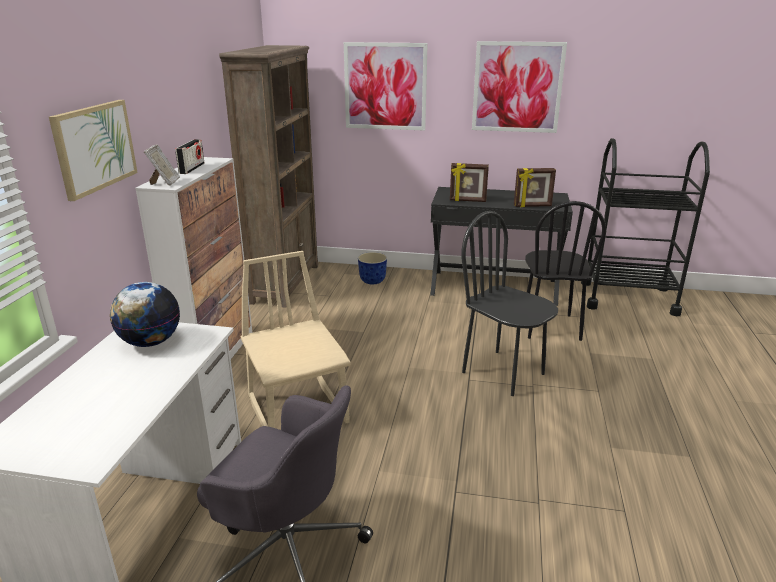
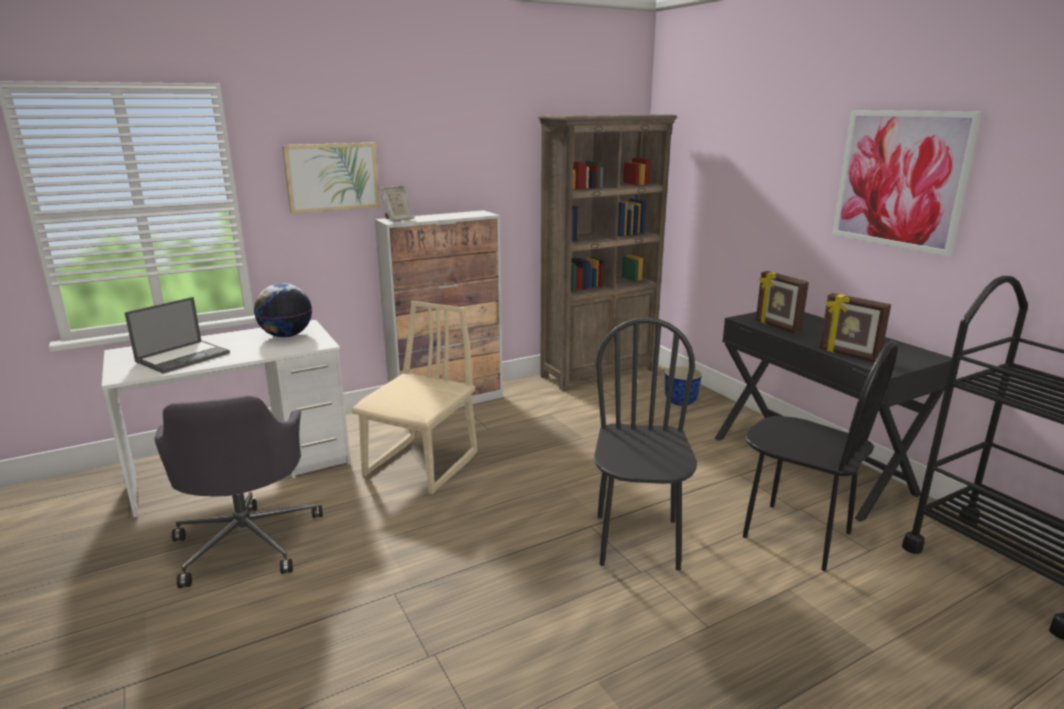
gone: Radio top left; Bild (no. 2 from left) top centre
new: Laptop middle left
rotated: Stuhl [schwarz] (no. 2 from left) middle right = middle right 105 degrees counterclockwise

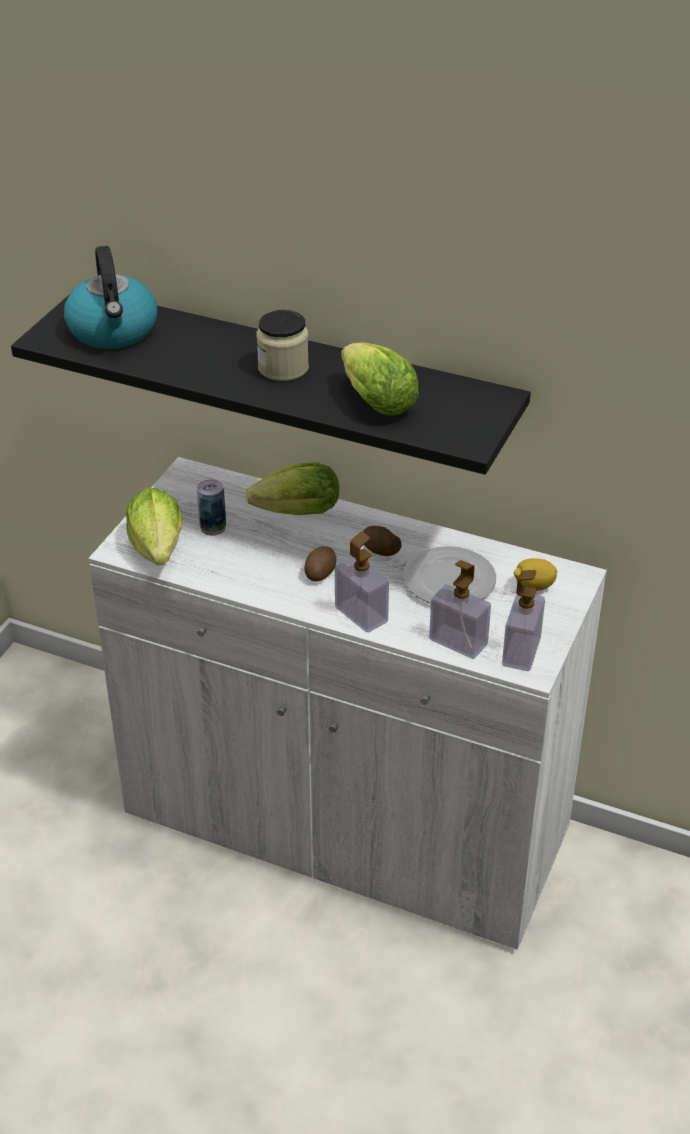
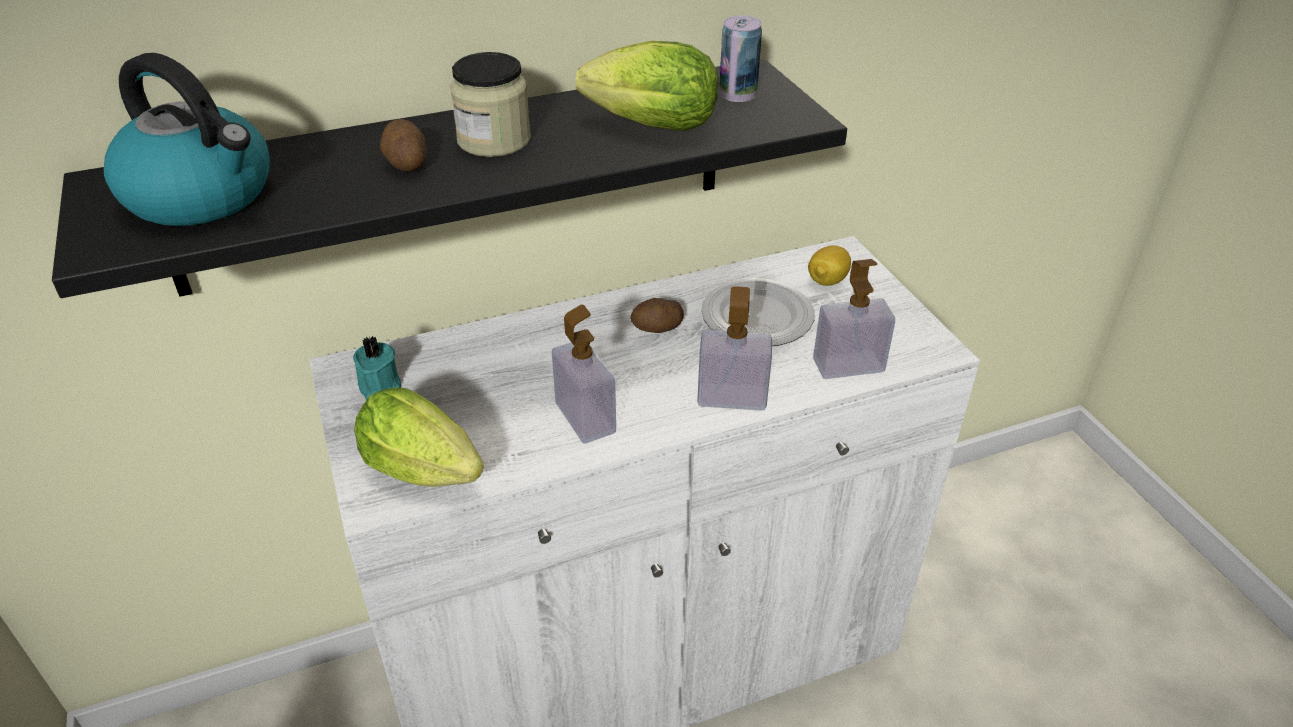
gone: Salatkopf (no. 2 from left) centre
new: Kerze [türkis] middle left
shifted: Kartoffel (no. 1 from left) centre to top left; Seifenspender (no. 3 from left in the first image) middle right to Seifenspender (no. 1 from left) centre; Dose middle left to top centre

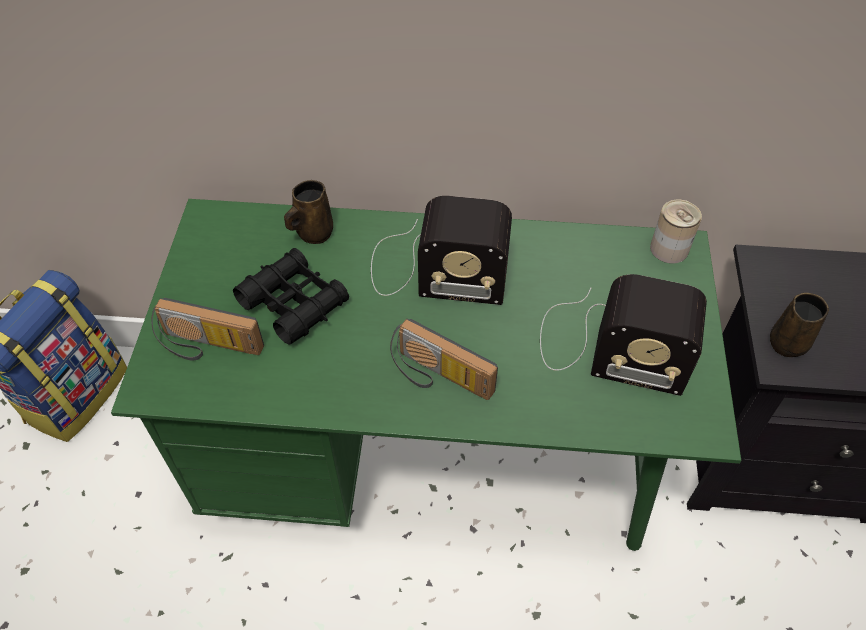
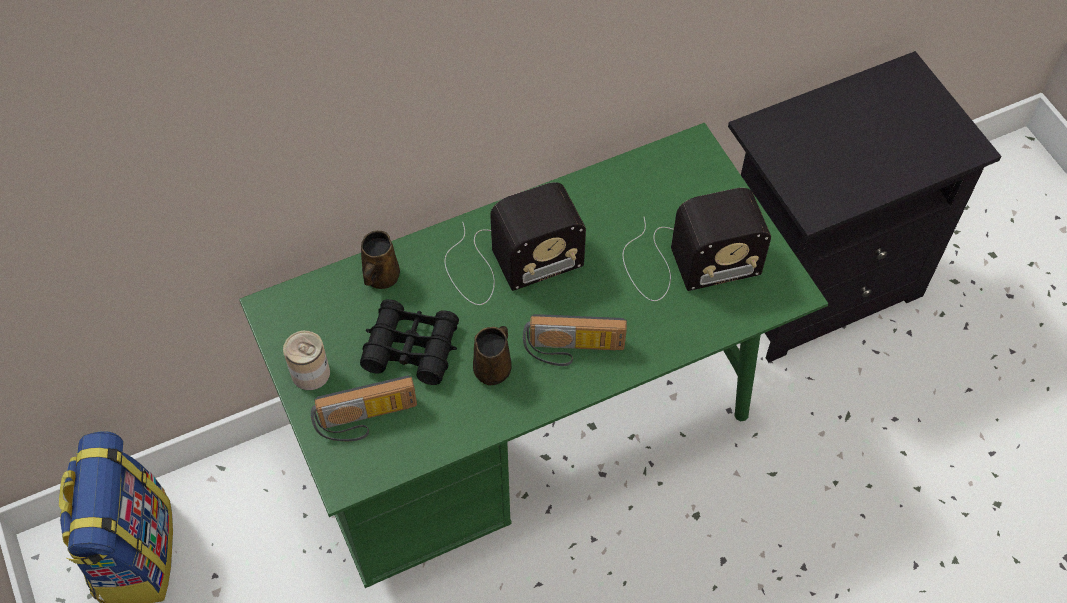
shifted: Dose middle right to middle left; Henkelbecher [braun] (no. 2 from left) middle right to centre

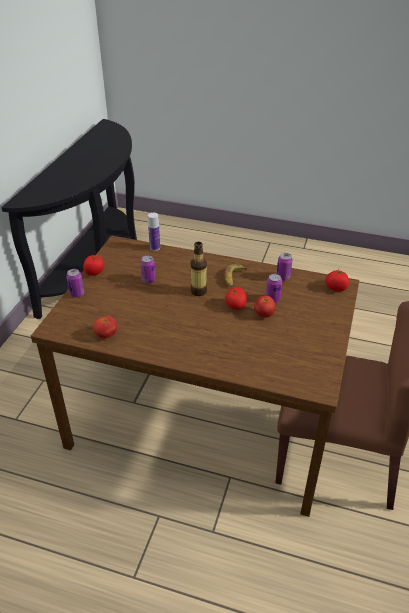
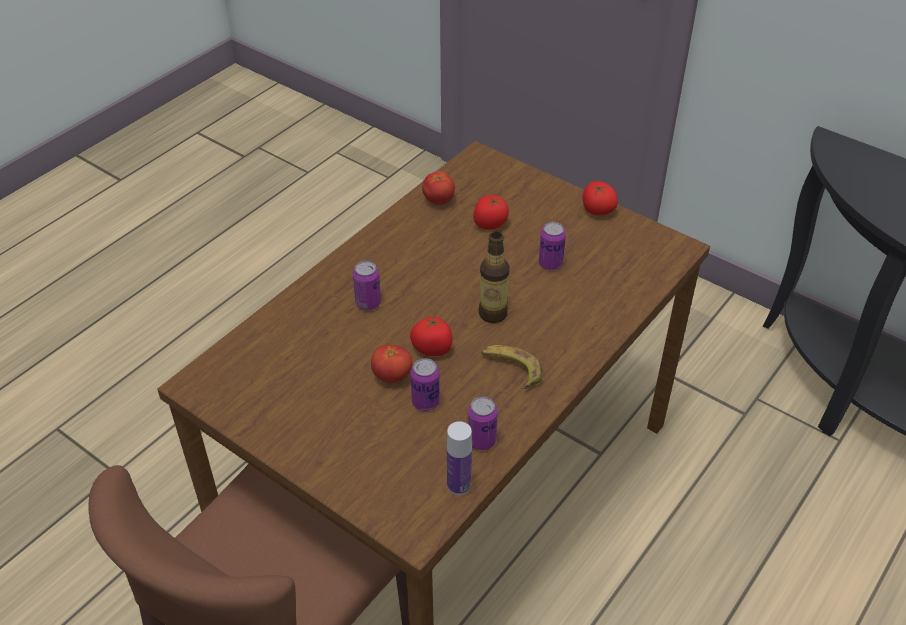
shifted: Dose (no. 1 from left) middle left to centre; Flasche (no. 1 from left) centre to bottom centre; Tomate (no. 5 from left in the first image) middle right to Tomate (no. 4 from left) centre

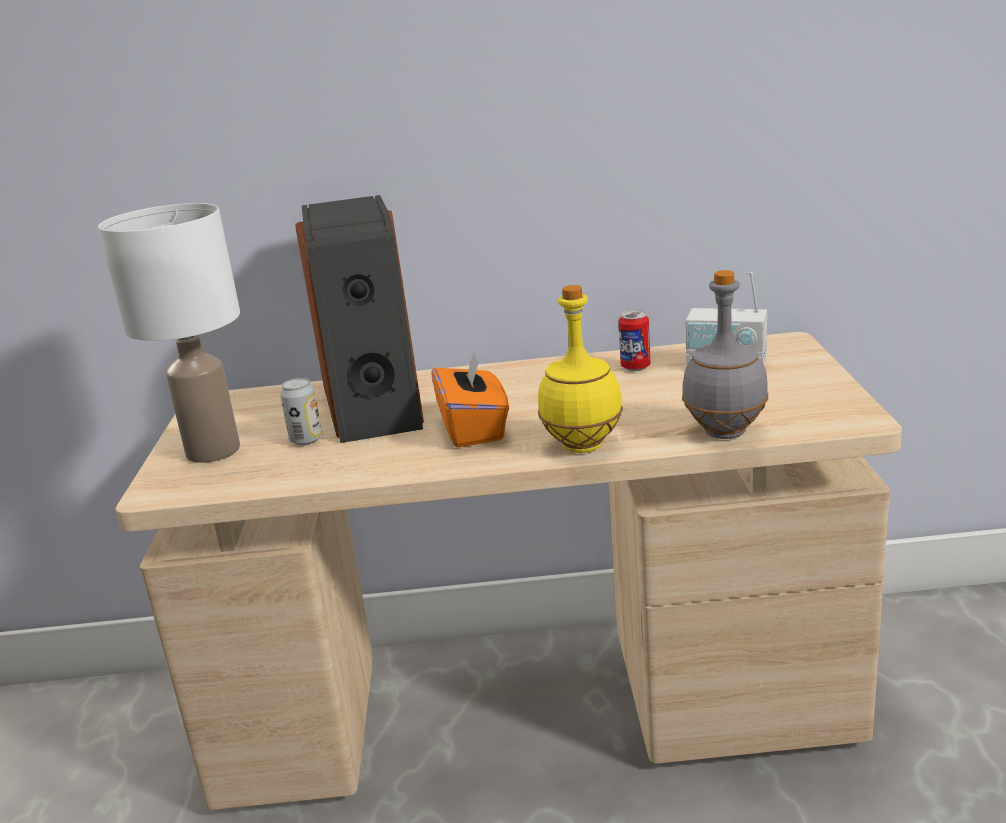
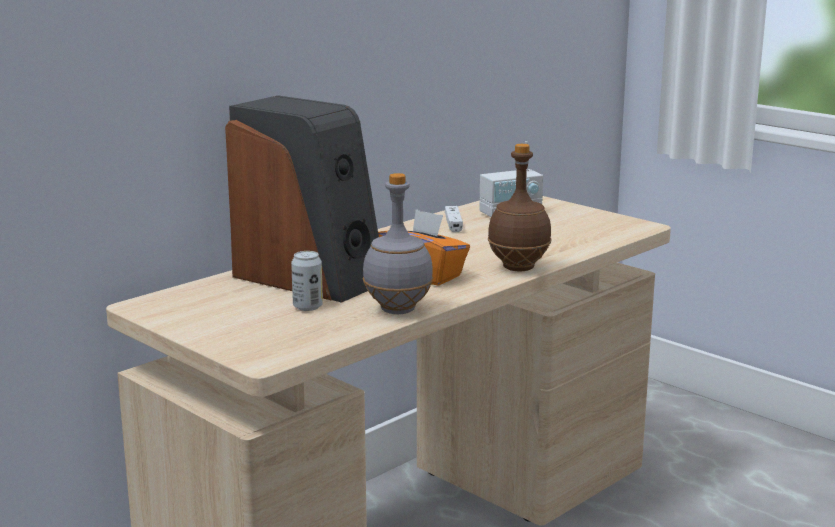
gone: Tischlampe [weiß] middle left
shifted: Flasche [grau] middle right to centre
swapped: Dose (no. 2 from left) centre to Gamepad [weiß] centre
repainted: Flasche [gelb] centre to Flasche [braun] centre

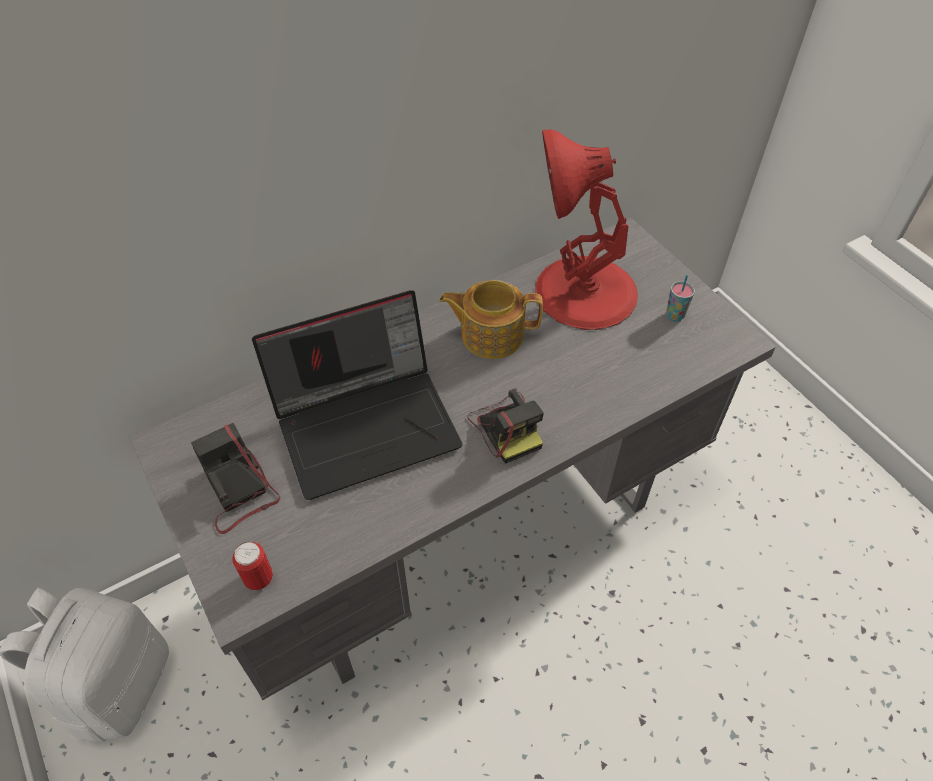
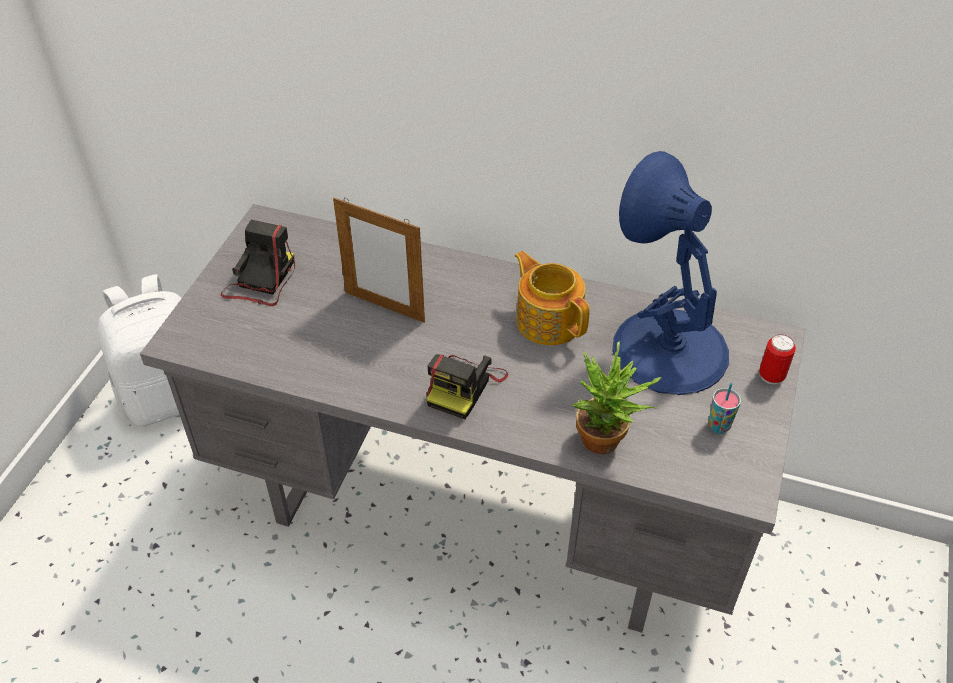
new: Topfpflanze centre
shifted: Dose bottom left to middle right
swapped: Laptop centre to Bilderrahmen centre
repainted: Tischlampe [rot] top centre to Tischlampe [blau] middle right

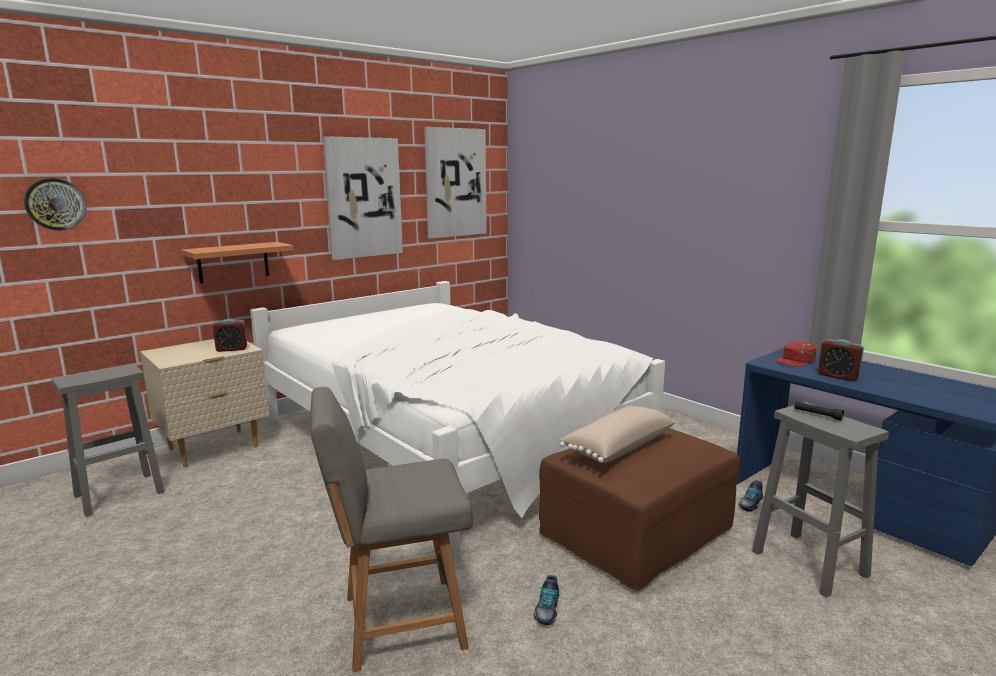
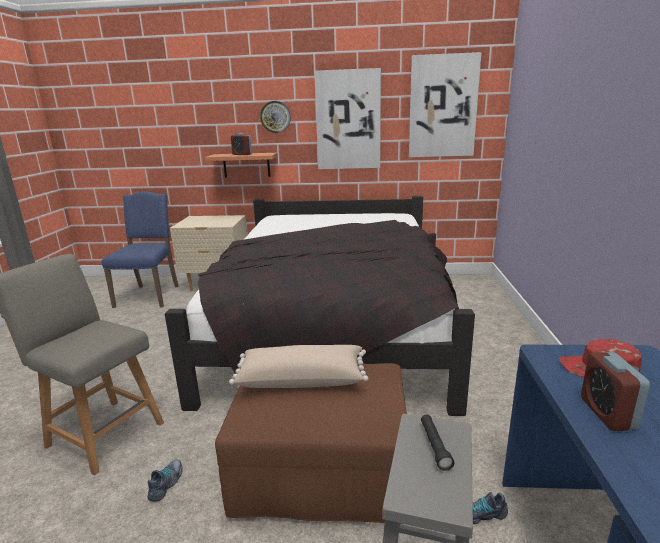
shifted: Wecker (no. 1 from left) middle left to top centre; Wanduhr top left to top centre
swapped: Hocker [grau] (no. 1 from left) middle left to Stuhl [blau] middle left
repainted: Bett [weiß] centre to Bett [schwarz] centre
rotated: Schuh (no. 1 from left) bottom centre = bottom left 135 degrees clockwise

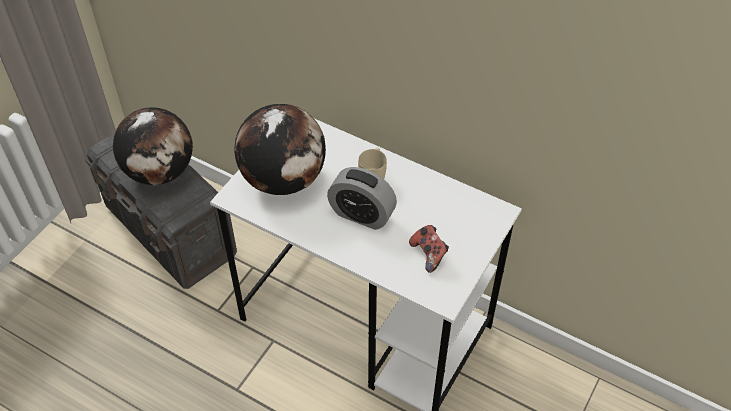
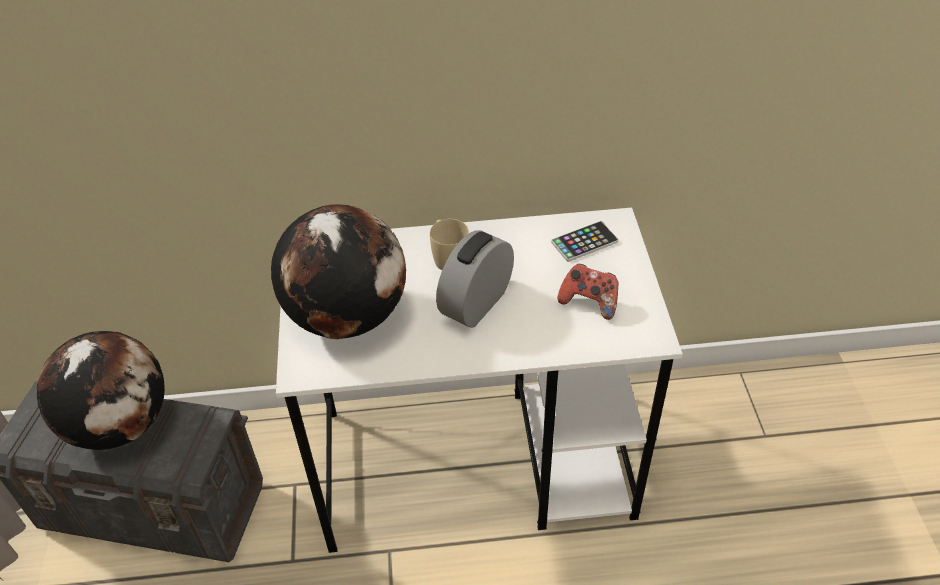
new: Handy centre
rotated: Wecker centre = centre 135 degrees clockwise

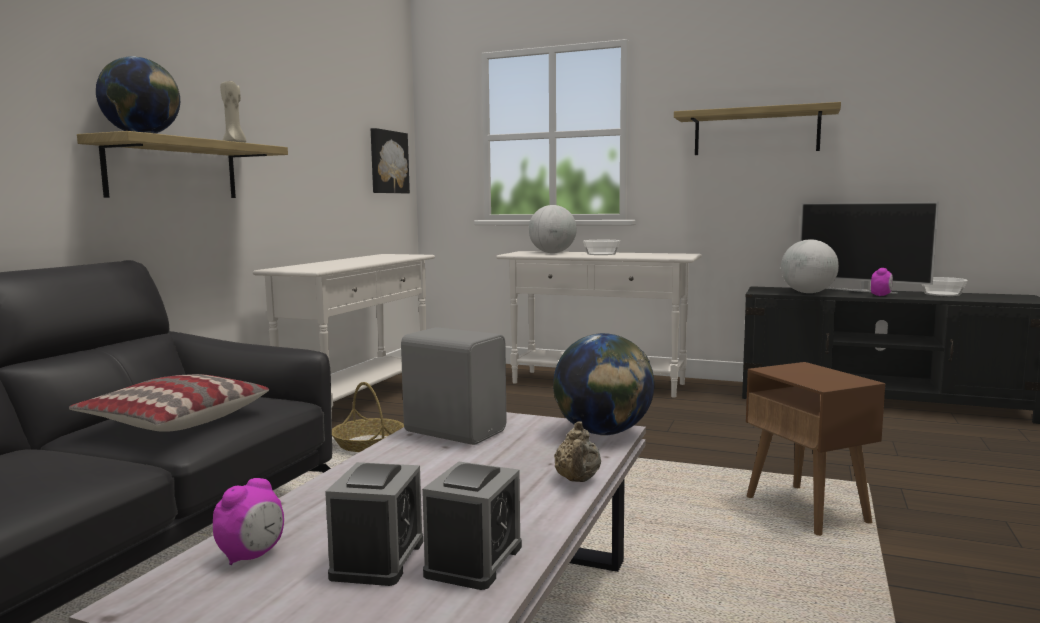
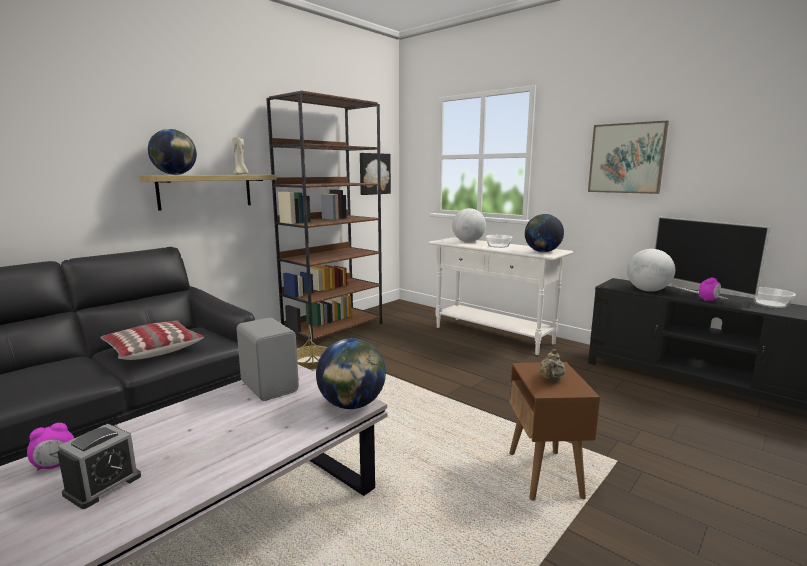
gone: Wecker (no. 3 from left) bottom centre
new: Globus (no. 4 from left) middle right
shifted: Teekanne [beige] bottom centre to middle right
swapped: Konsolentisch [weiß] (no. 1 from left) middle left to Bücherregal [braun] centre; Wandregal (no. 2 from left) top right to Bild (no. 2 from left) top right

